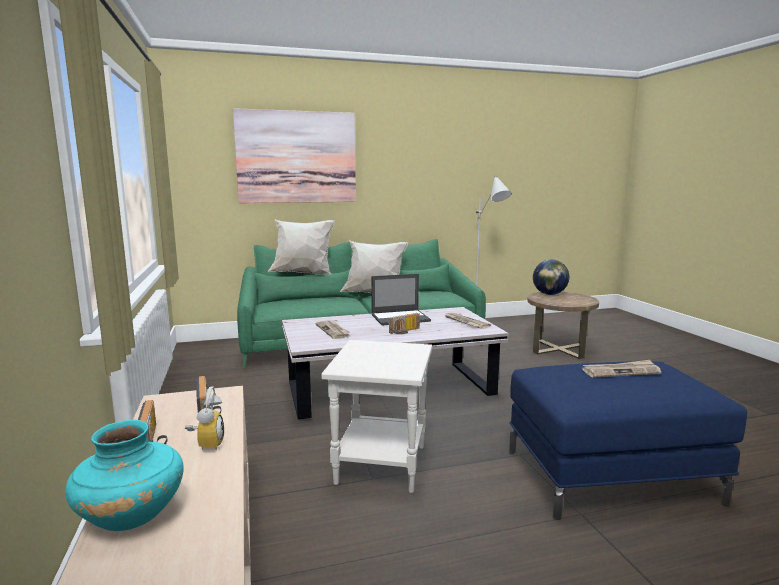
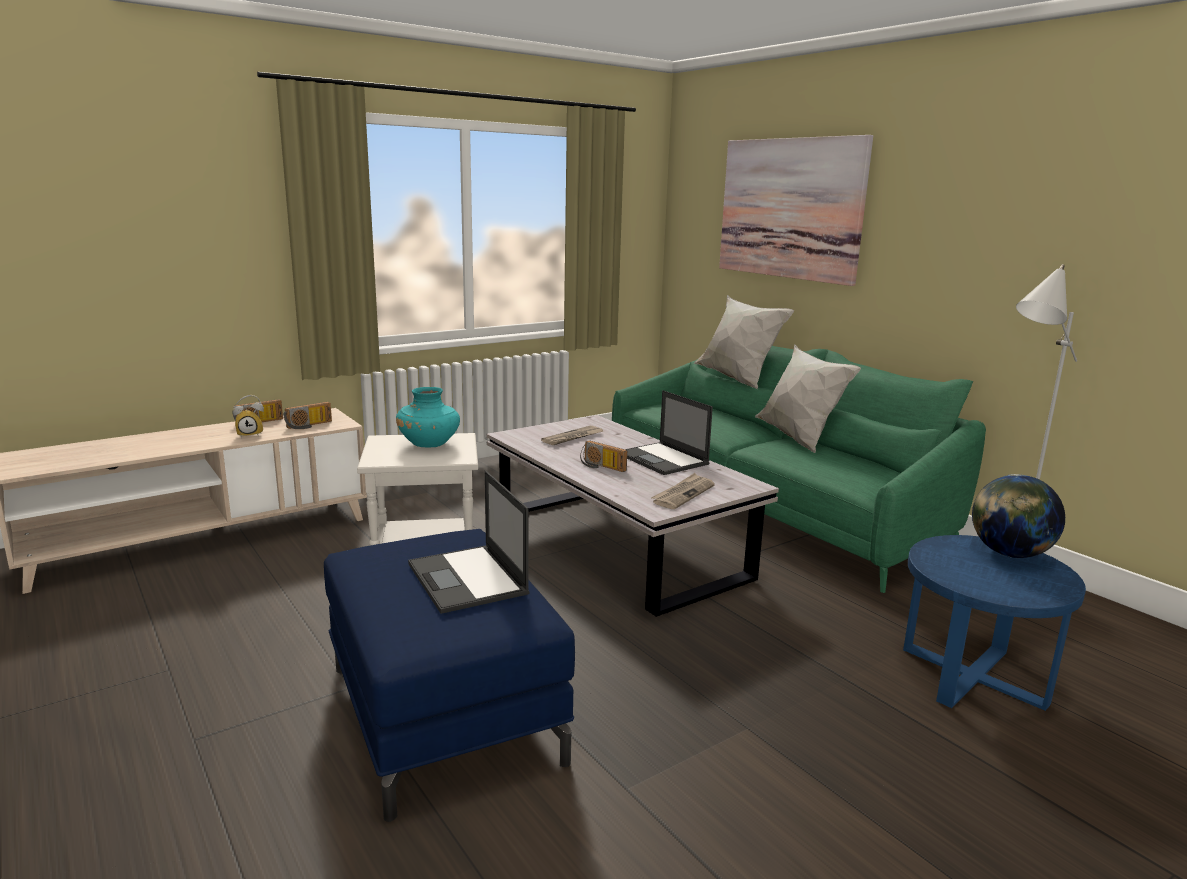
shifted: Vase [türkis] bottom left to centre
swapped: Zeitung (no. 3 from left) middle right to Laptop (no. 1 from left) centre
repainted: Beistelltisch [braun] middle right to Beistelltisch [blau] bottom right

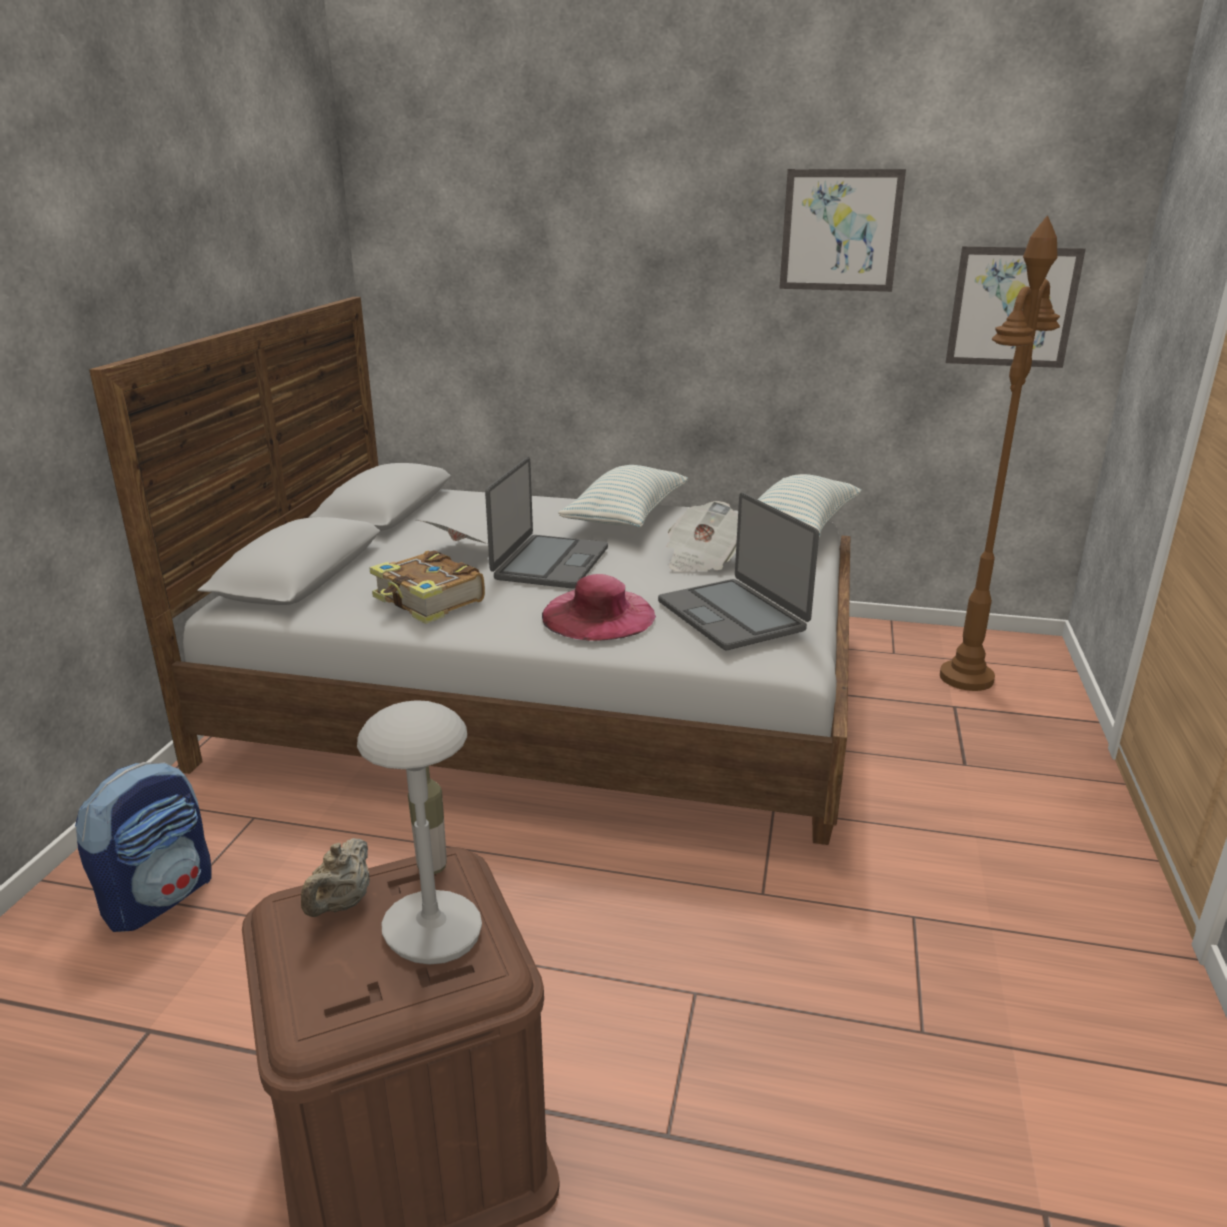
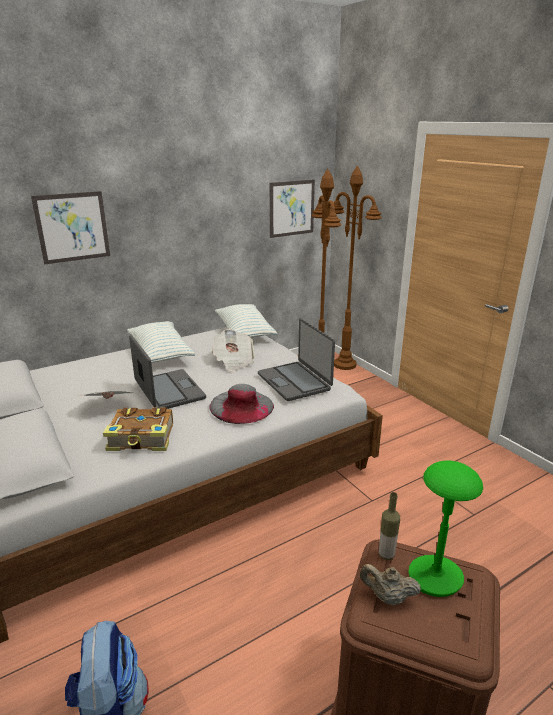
new: Stehlampe [braun] (no. 2 from left) centre
shifted: Bild (no. 1 from left) top right to top left
repainted: Hut [rosa] centre to Hut [grau] centre; Tischlampe [grau] bottom centre to Tischlampe [grün] bottom right
rotated: Laptop (no. 2 from left) centre = centre 45 degrees clockwise; Teekanne [beige] bottom left = bottom right 135 degrees clockwise

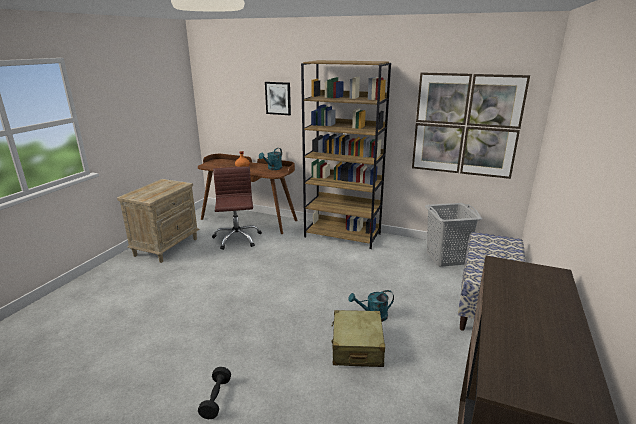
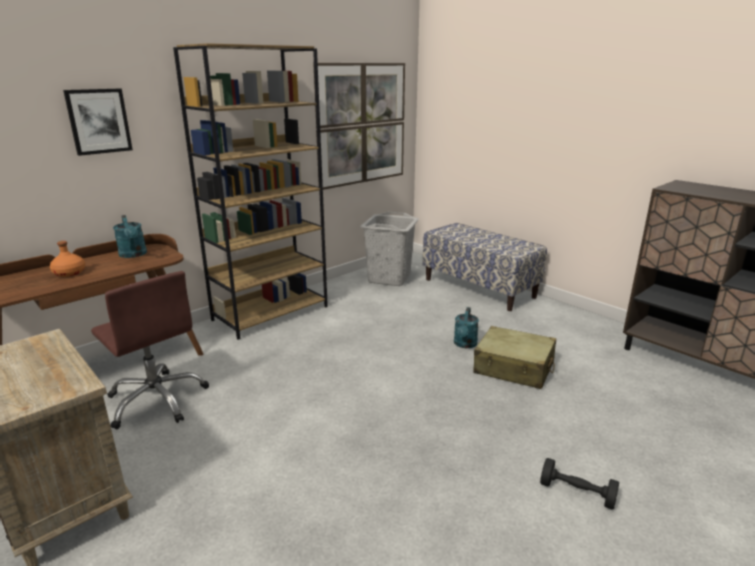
rotated: Bürostuhl [braun] centre = middle left 150 degrees counterclockwise

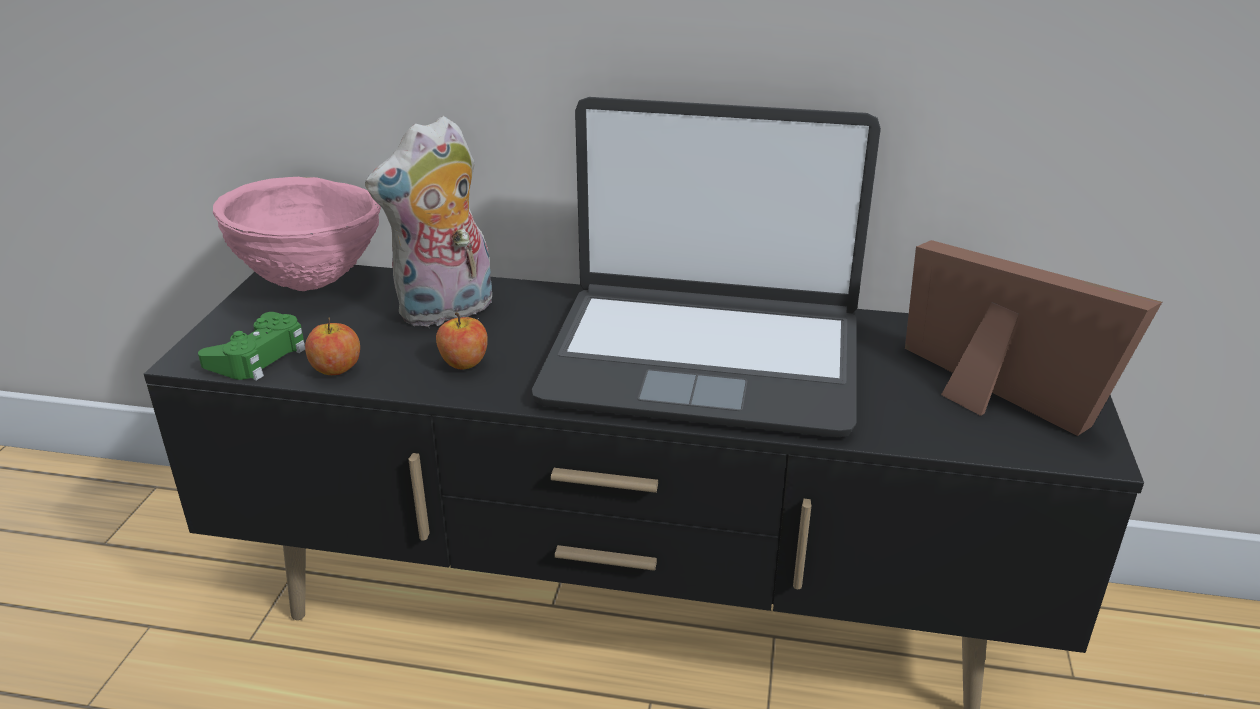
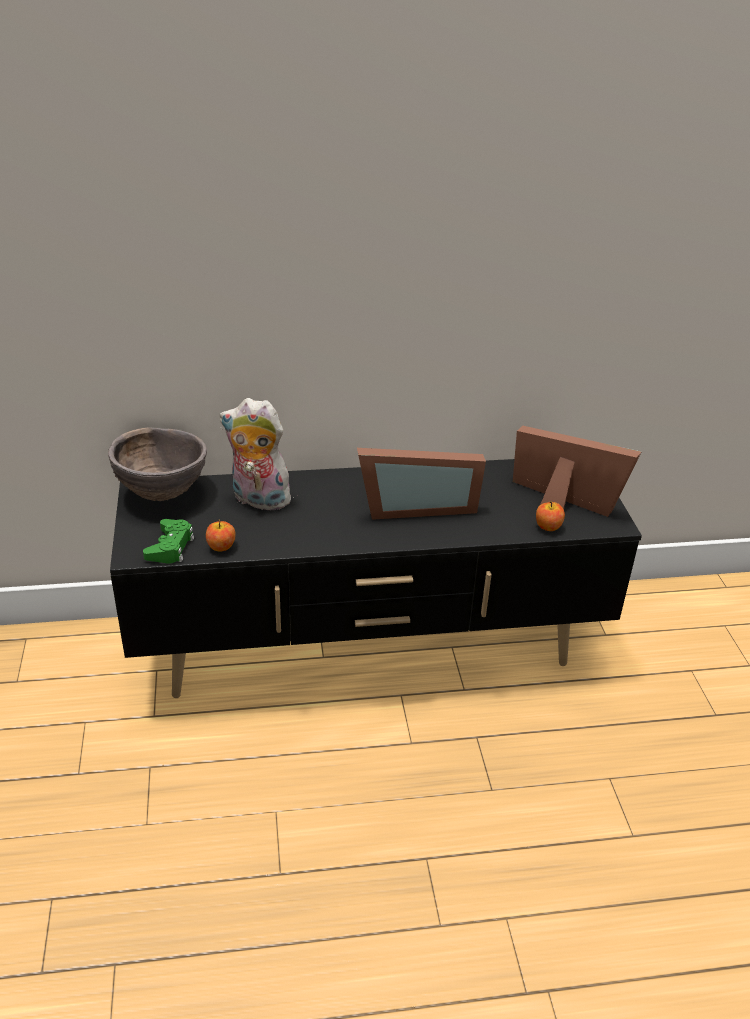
shifted: Apfel (no. 2 from left) centre to middle right
swapped: Laptop centre to Bilderrahmen (no. 1 from left) centre
repainted: Schüssel [rosa] top left to Schüssel [braun] middle left
rotated: Plüschtier top centre = centre 75 degrees clockwise

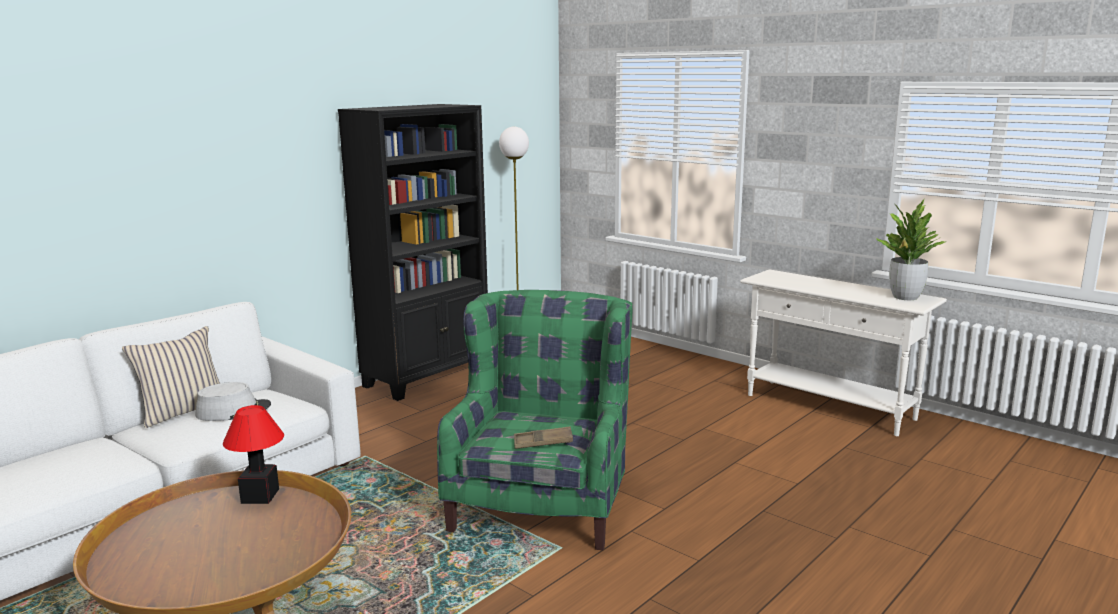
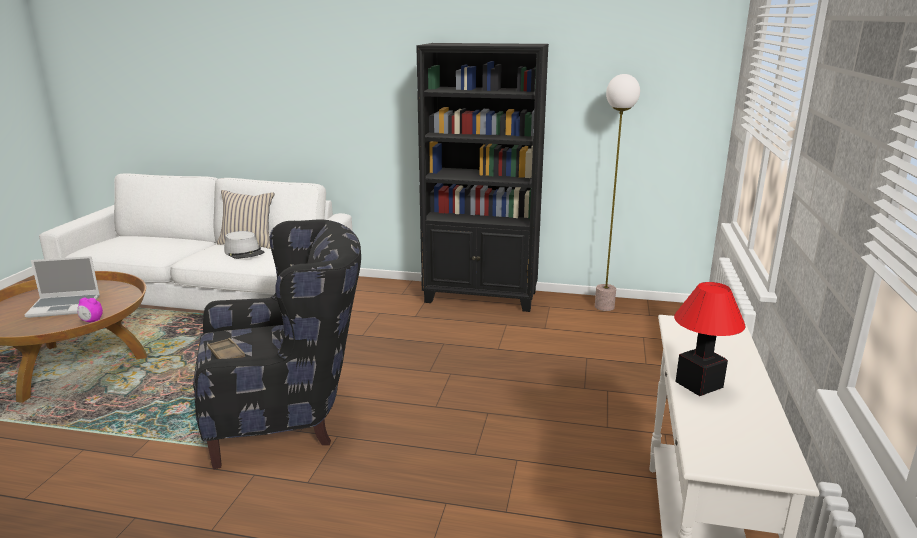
gone: Topfpflanze middle right
new: Laptop middle left; Wecker middle left
shifted: Tischlampe bottom left to middle right
repainted: Sessel [grün] bottom centre to Sessel [schwarz] middle left

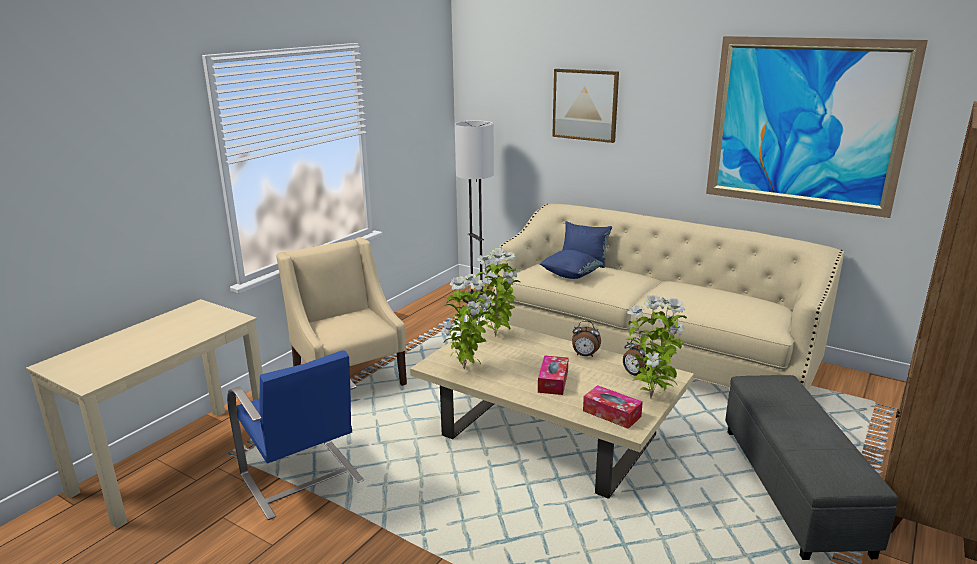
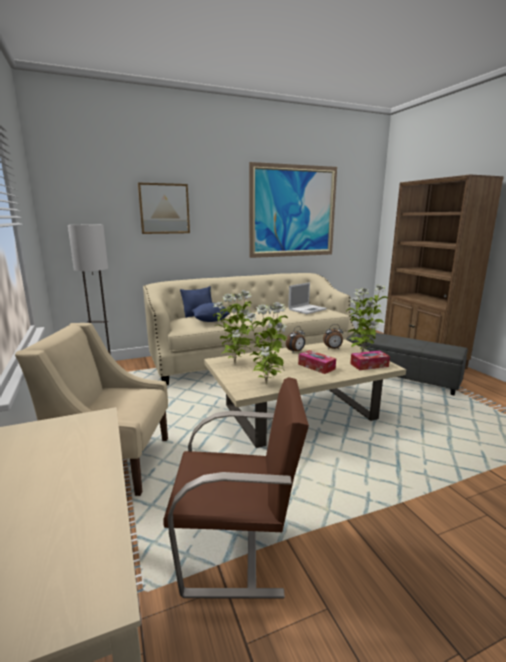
new: Laptop centre
repainted: Stuhl [blau] bottom left to Stuhl [braun] bottom centre

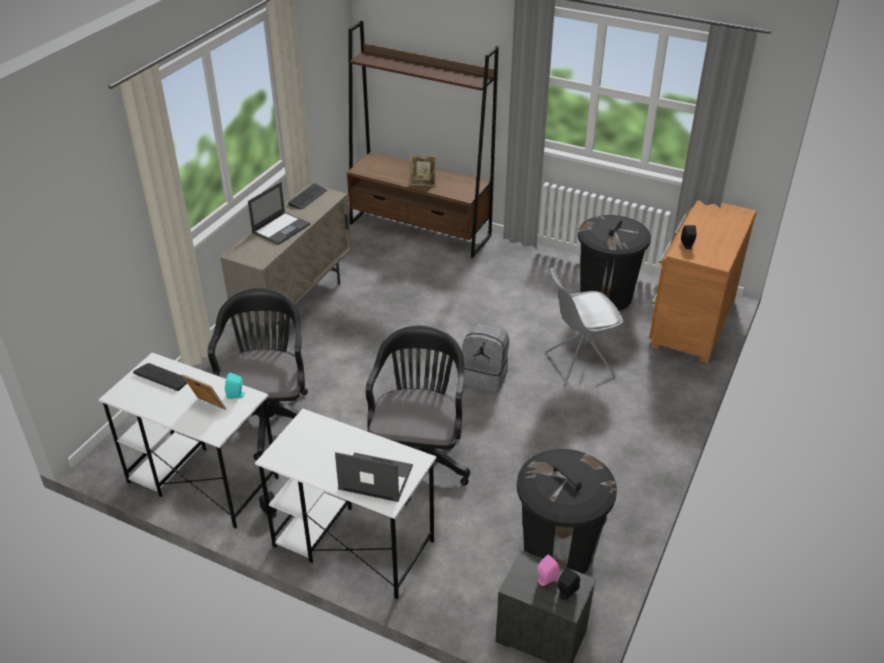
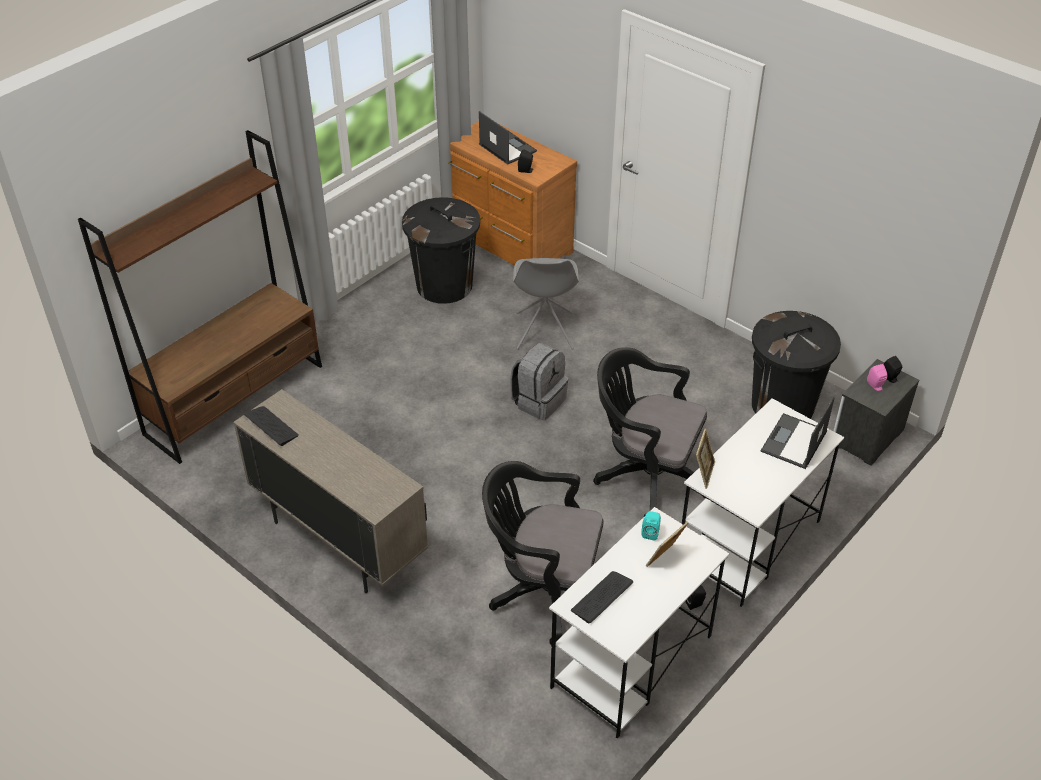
shifted: Laptop (no. 1 from left) top left to top centre; Bilderrahmen (no. 2 from left) top centre to middle right

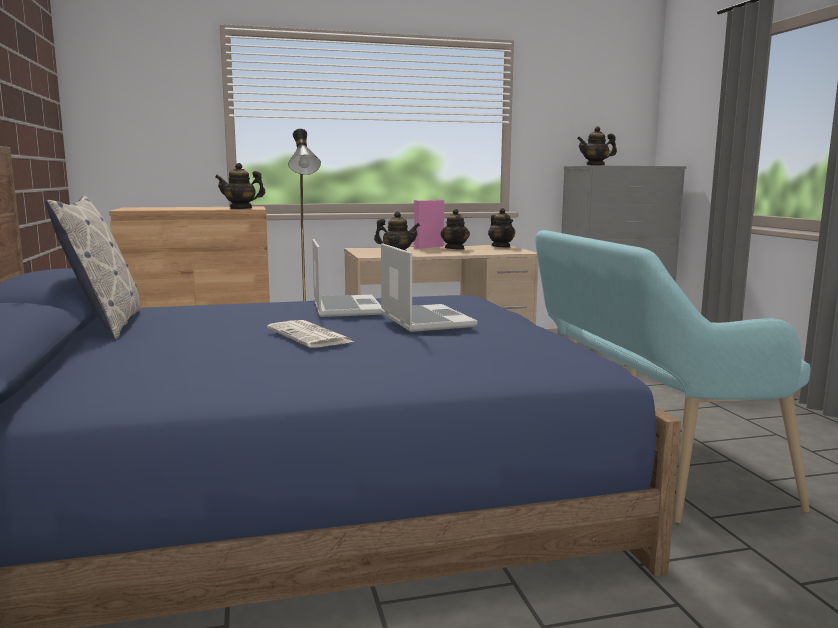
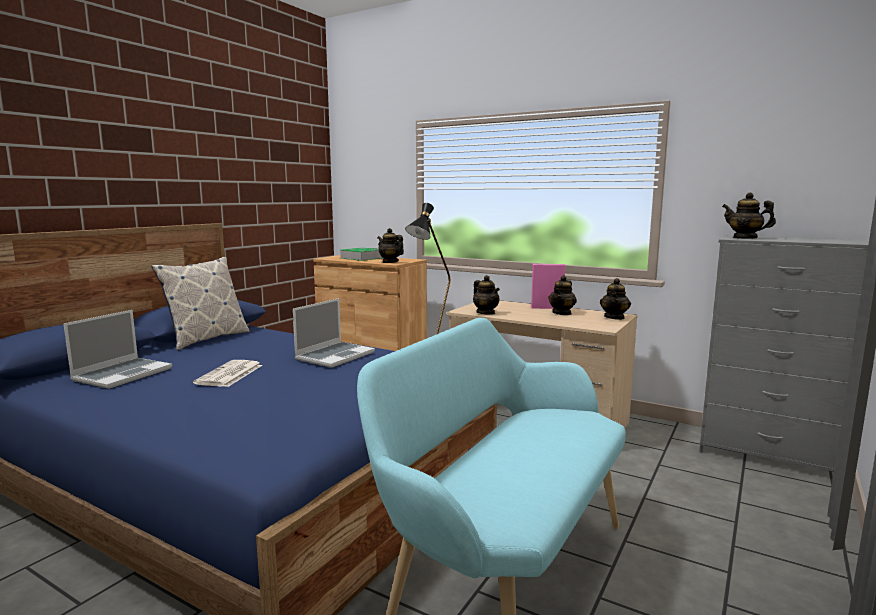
new: Buch centre
shifted: Laptop (no. 2 from left in the first image) centre to Laptop (no. 1 from left) middle left

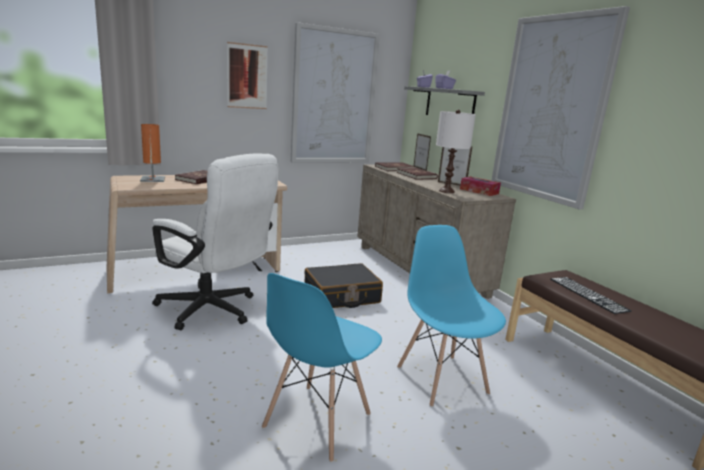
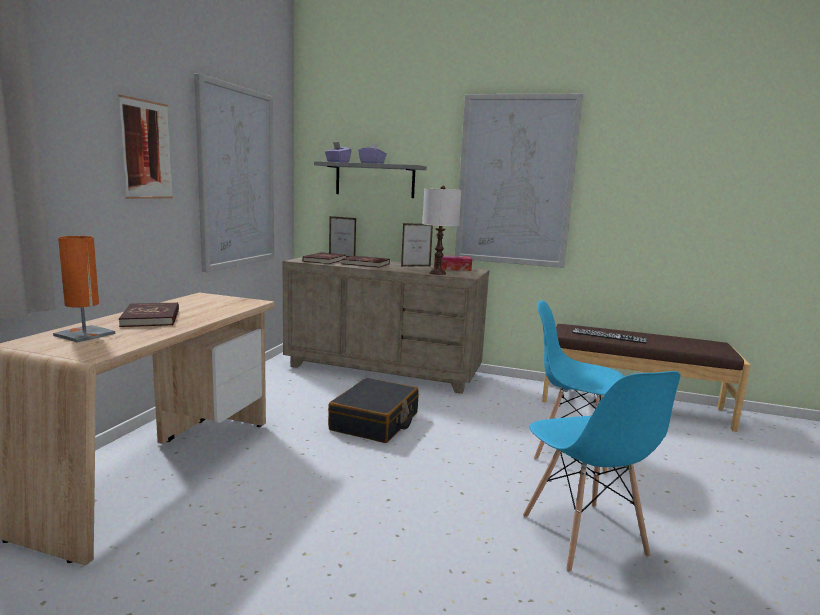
gone: Bürostuhl [weiß] middle left

